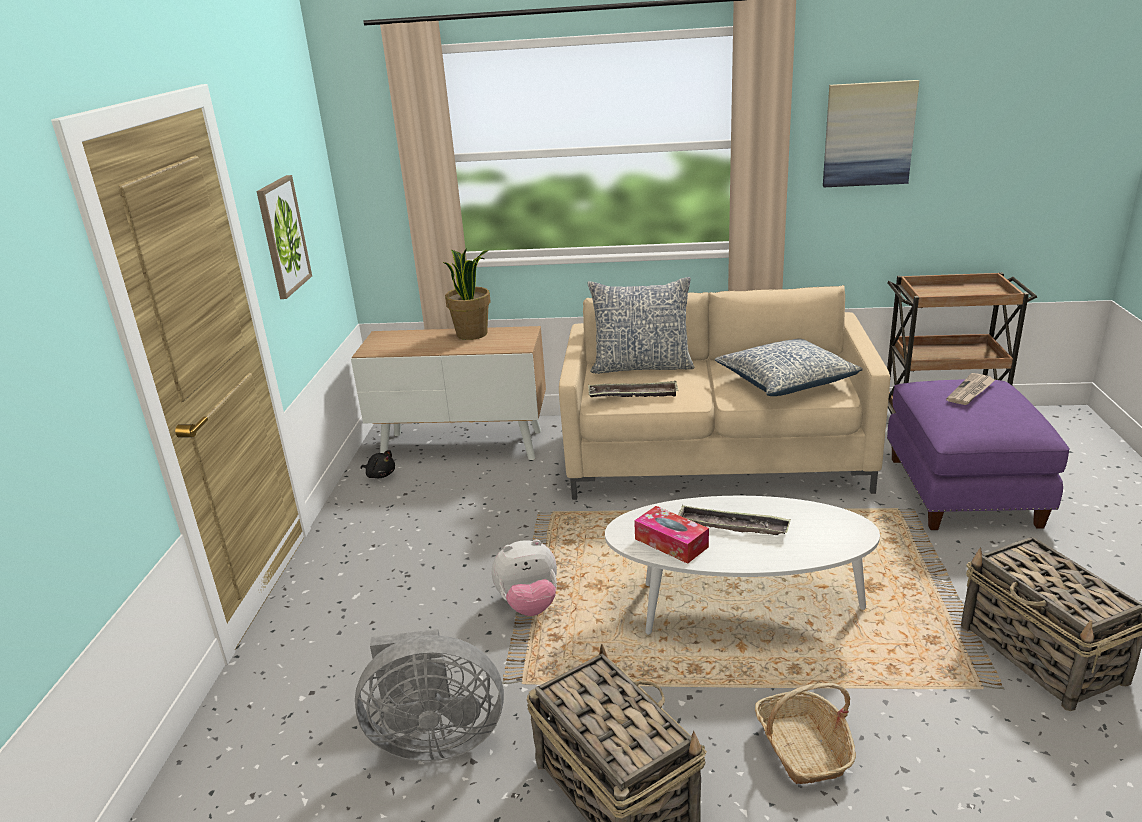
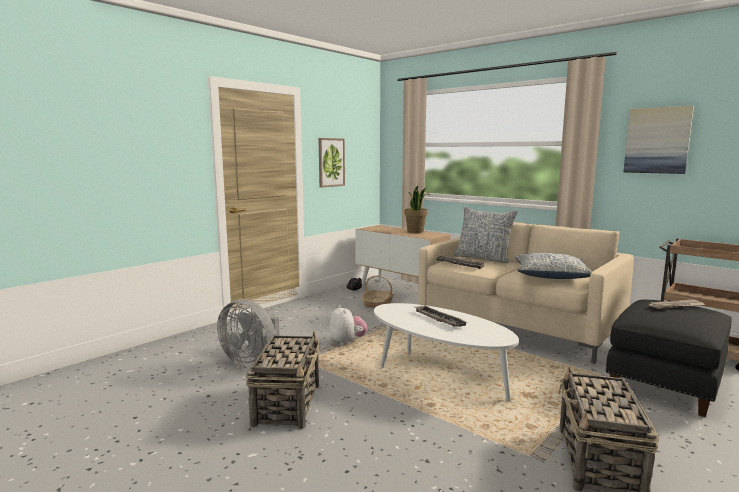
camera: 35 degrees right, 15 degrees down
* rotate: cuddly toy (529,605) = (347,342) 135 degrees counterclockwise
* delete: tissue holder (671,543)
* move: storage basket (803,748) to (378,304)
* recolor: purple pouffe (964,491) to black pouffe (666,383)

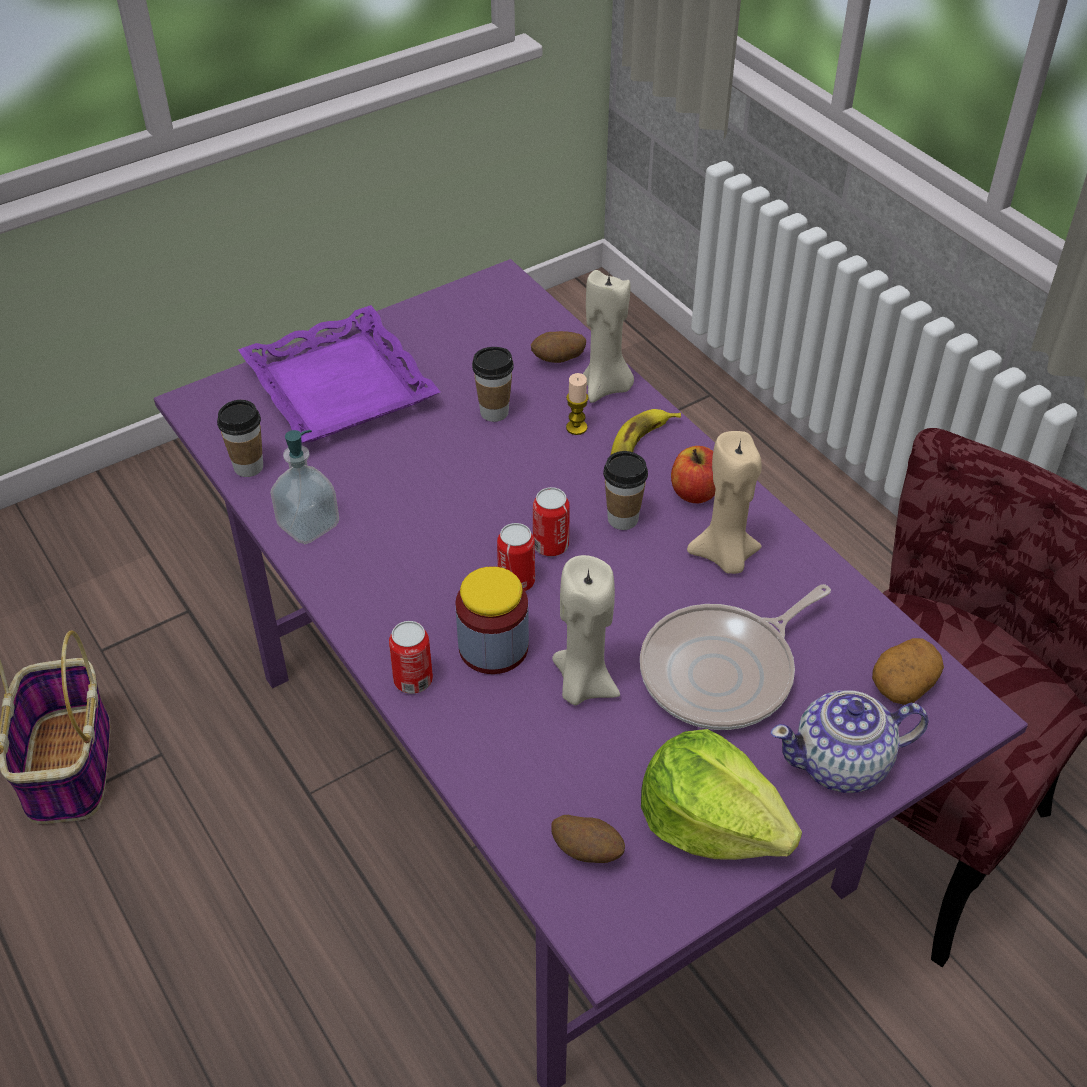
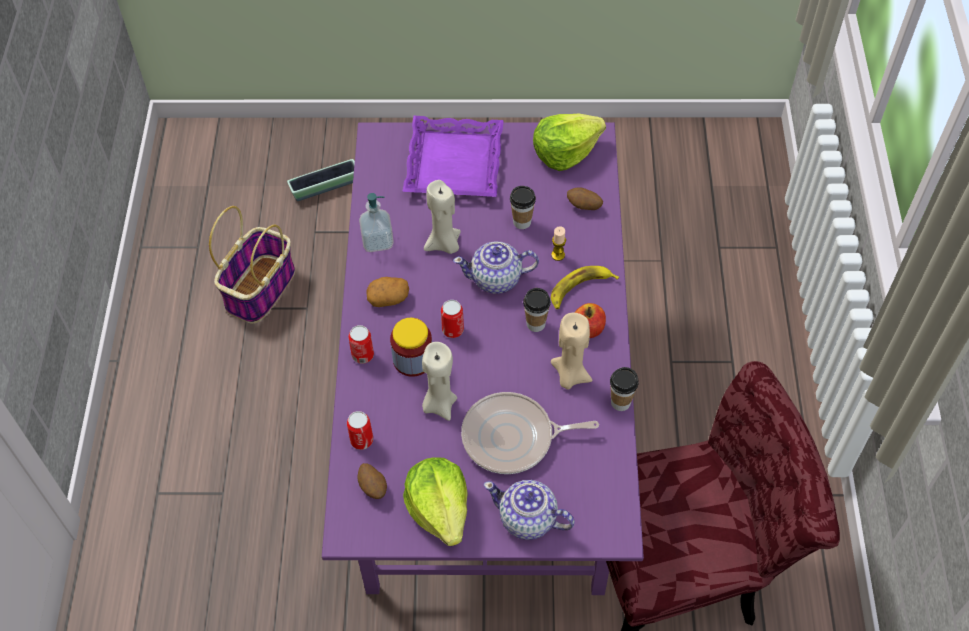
camera: 35 degrees right, 10 degrees up
* move: cup (248,467) to (620,402)
* move: sealed can (551,545) to (361,440)
* move: sand-coloured wax light (606,387) to (444,244)
* move: potato (903,683) to (388,298)
* insert: flower pot (325,187)
* insert: tea pot (497,279)
* insert: head of lettuce (565,152)

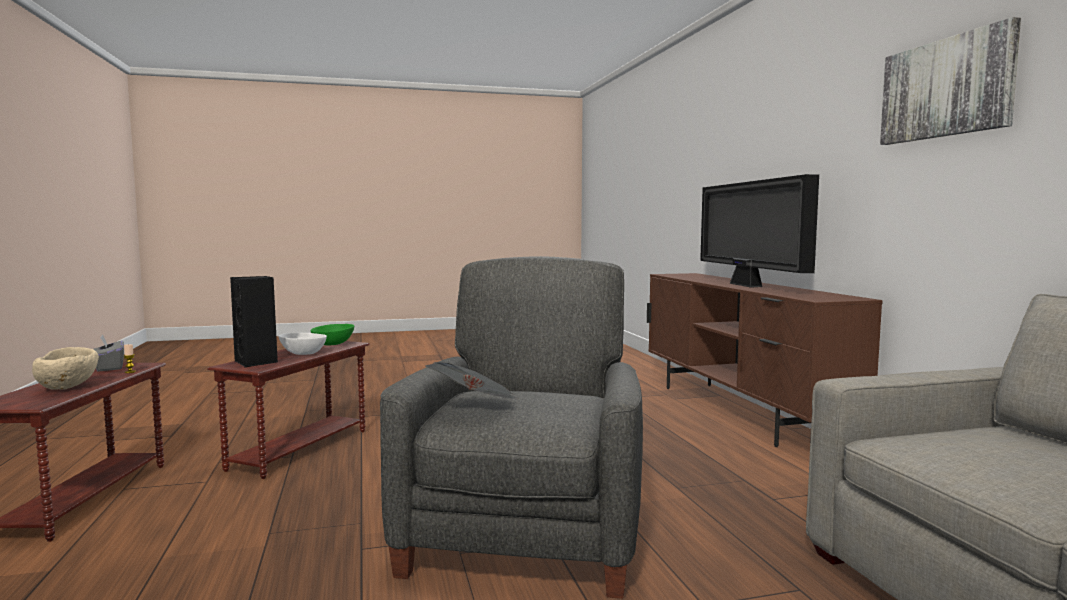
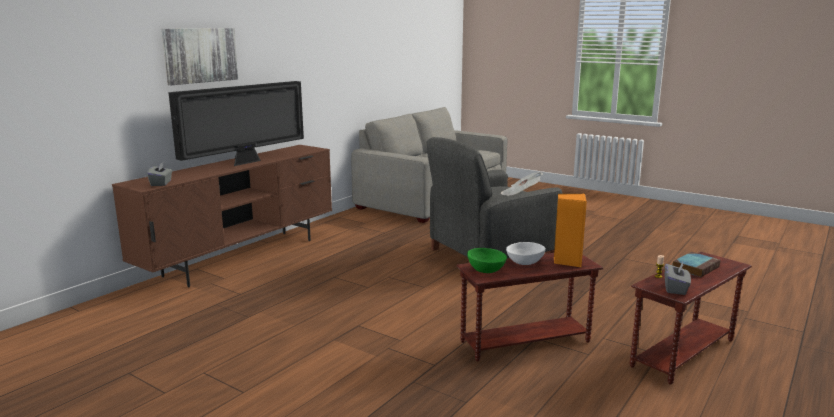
camera: 130 degrees left, 10 degrees up
* replace: sand-coloured deep dish (68,388) to book (695,267)
* recolor: black audio speaker (256,362) to orange audio speaker (567,261)
* move: wall picture (946,88) to (200,55)
* insert: grey tissue holder (161,183)

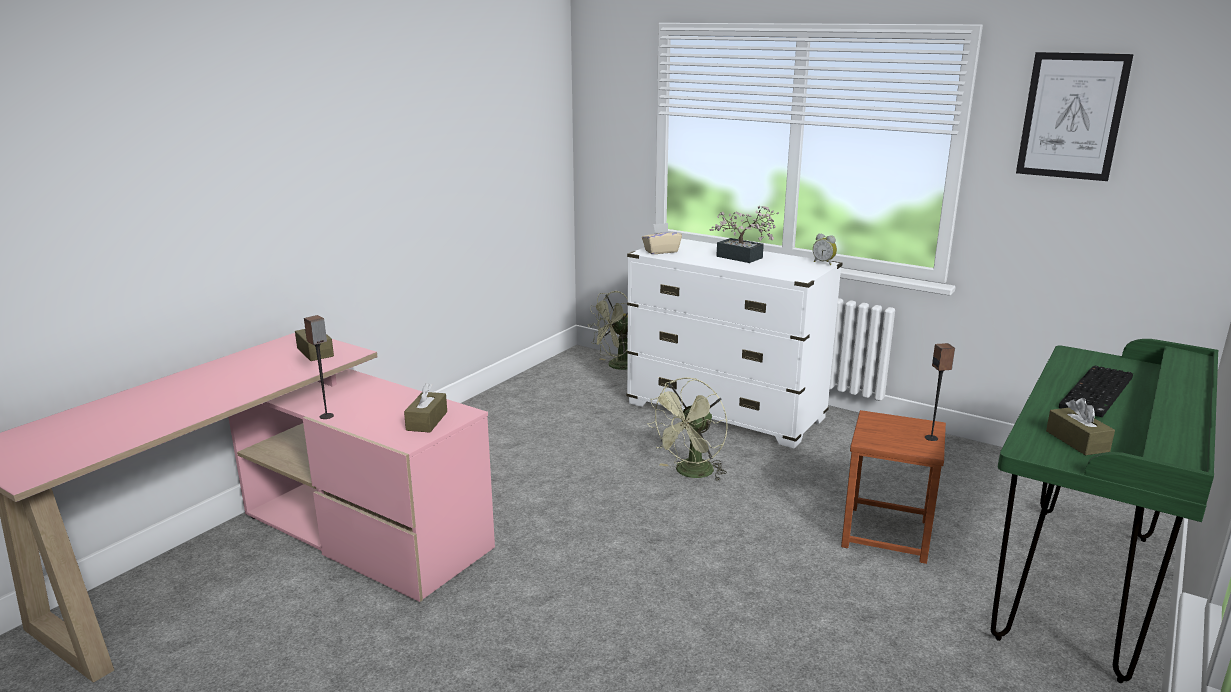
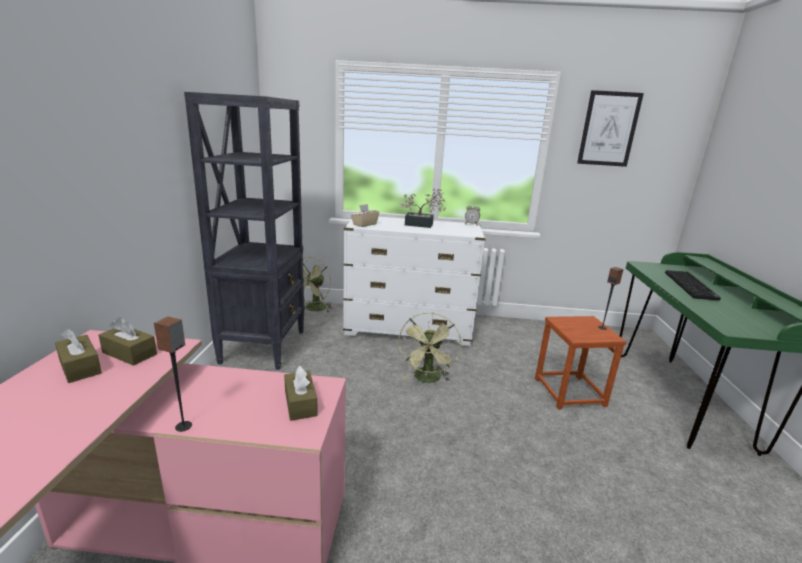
camera: 30 degrees left, 0 degrees up
* move: brownish tissue holder (1077,441) to (80,367)
* insert: black bookshelf (264,346)

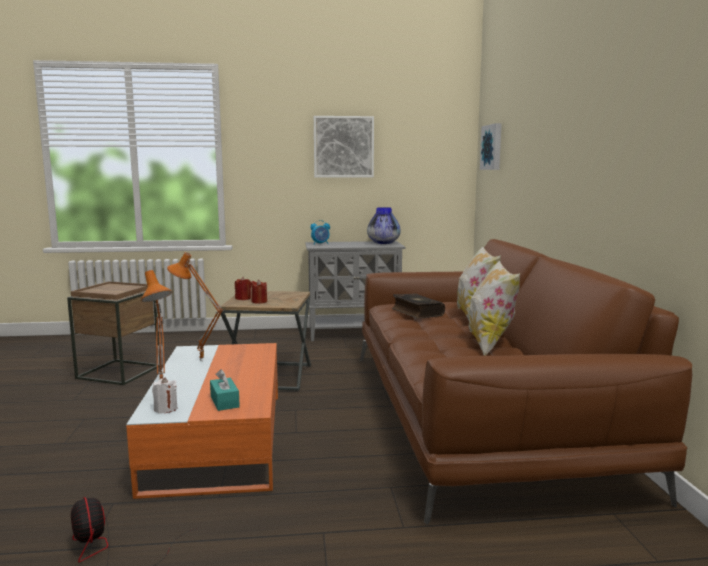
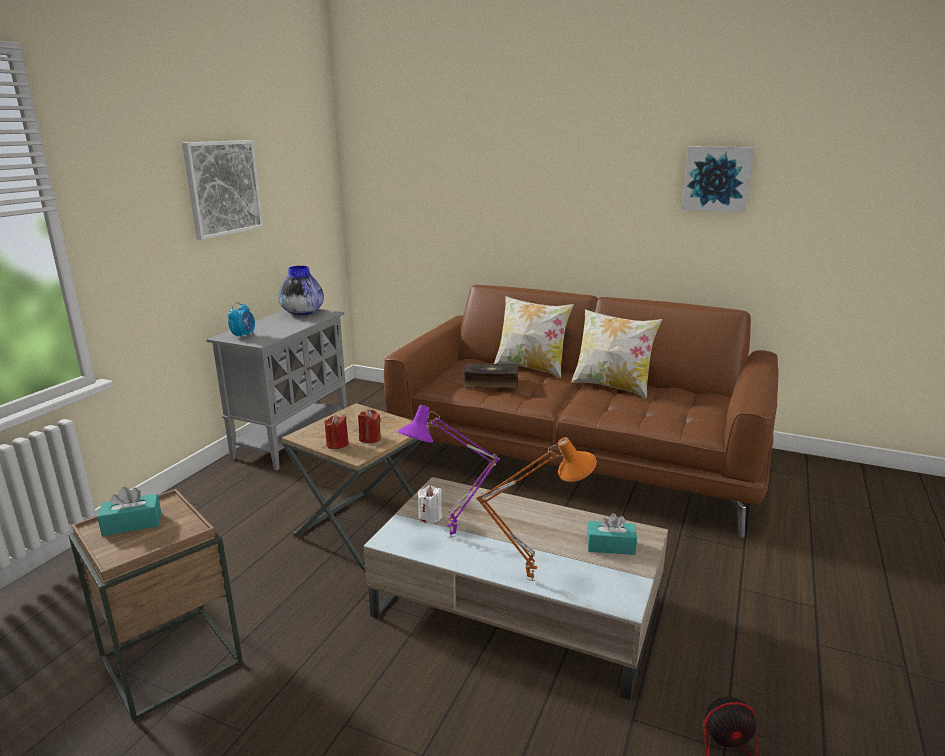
camera: 60 degrees left, 10 degrees up
* recolor: orange low table (218,438) to sand-coloured low table (516,606)
* move: whitish wax light (165,409) to (430,517)
* recolor: orange tabletop lamp (199,361) to purple tabletop lamp (453,538)
* move: wall picture (492,147) to (717,179)
* insert: blue-green tissue holder (132,524)

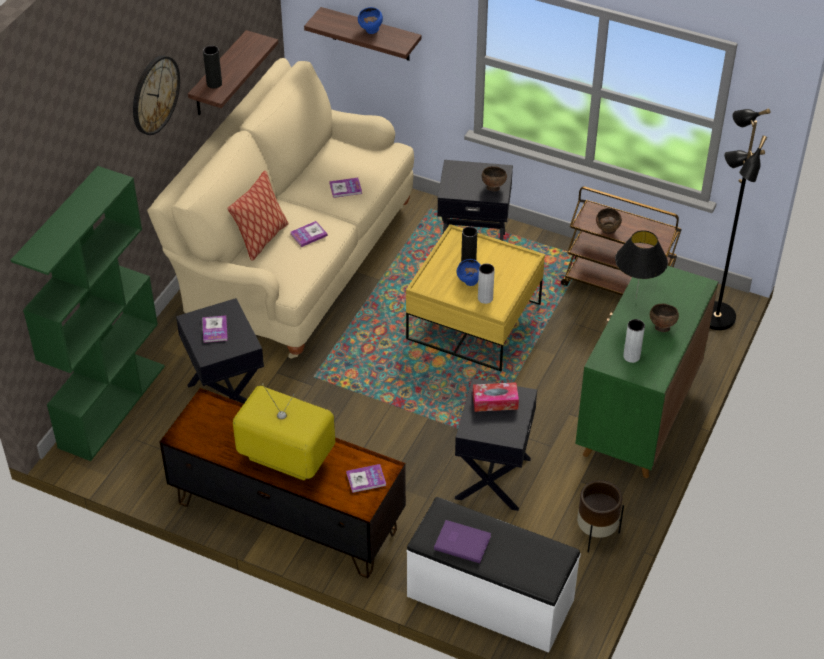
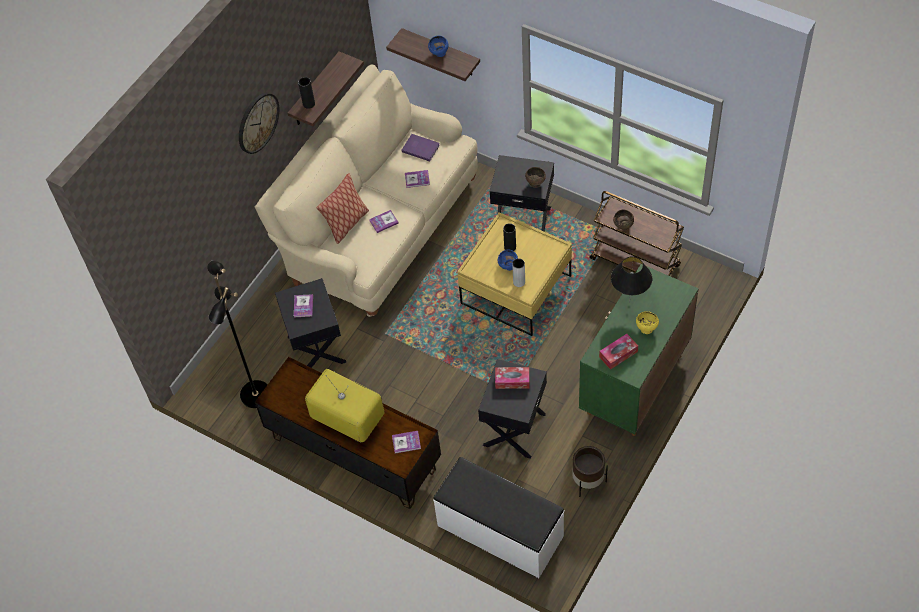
camera: 10 degrees right, 10 degrees up
* delete: green bookshelf (112,405)
* move: purple book (462,541) to (420,147)
* replace: grey vase (631,356) to tissue holder (618,354)
* recolor: brownish deep dish (661,327) to yellow-coloured deep dish (646,329)
* move: black standing lamp (715,317) to (254,394)

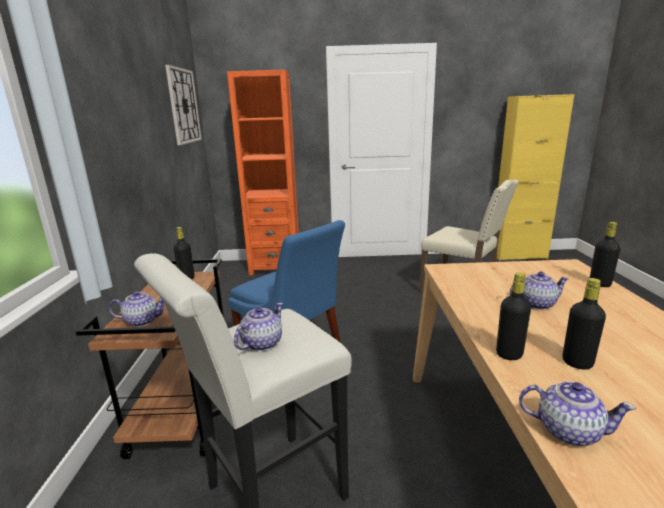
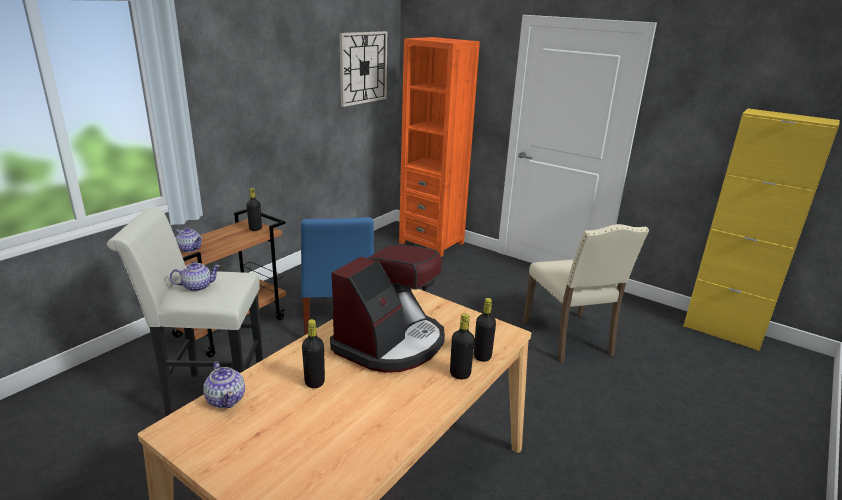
camera: 35 degrees right, 5 degrees up
* move: black beverage bottle (509,354) to (460,374)
* replace: tea pot (535,304) to coffee maker (391,343)

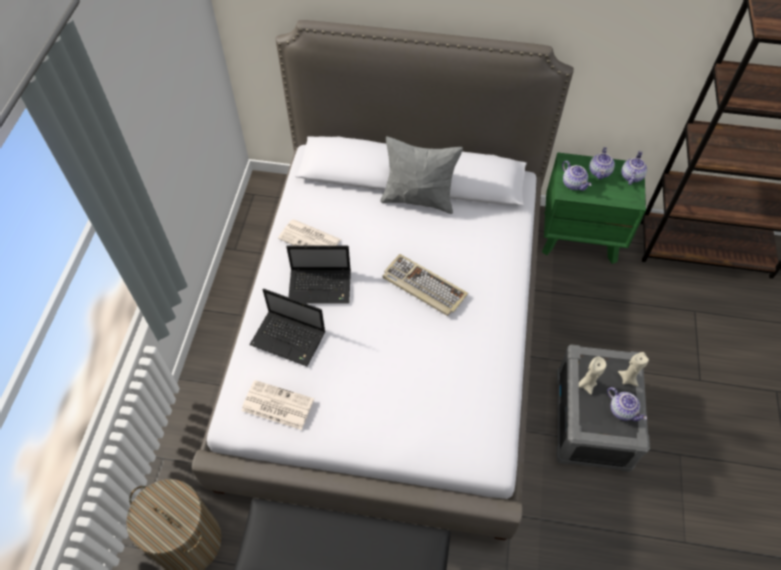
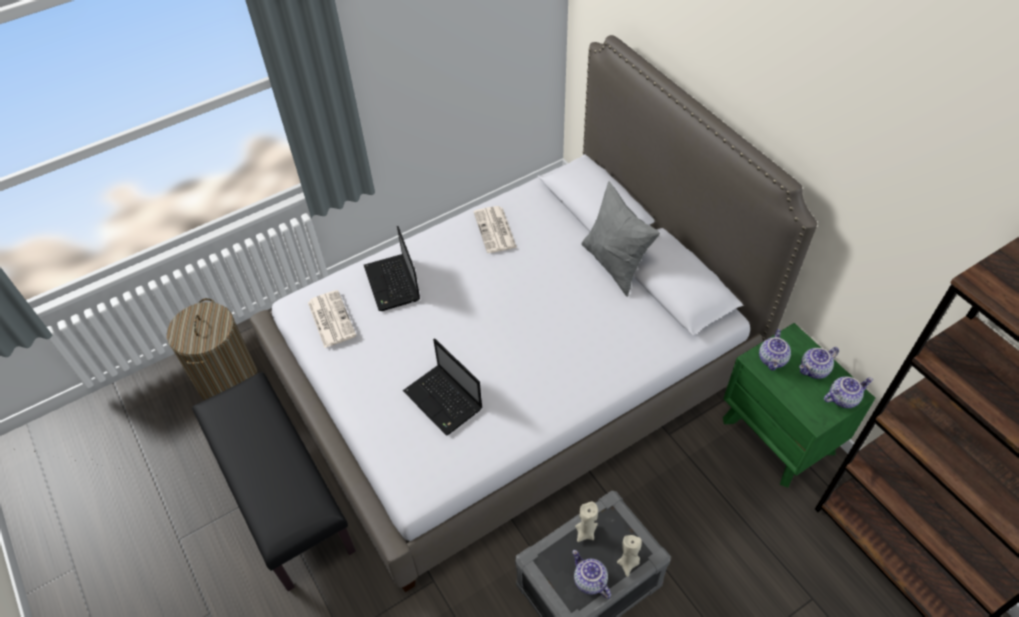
camera: 50 degrees right, 5 degrees down
* move: notebook computer (321,286) to (444,401)
* delete: computer keyboard (423,287)
* rotate: tea pot (623,410) = (589,581) 135 degrees clockwise

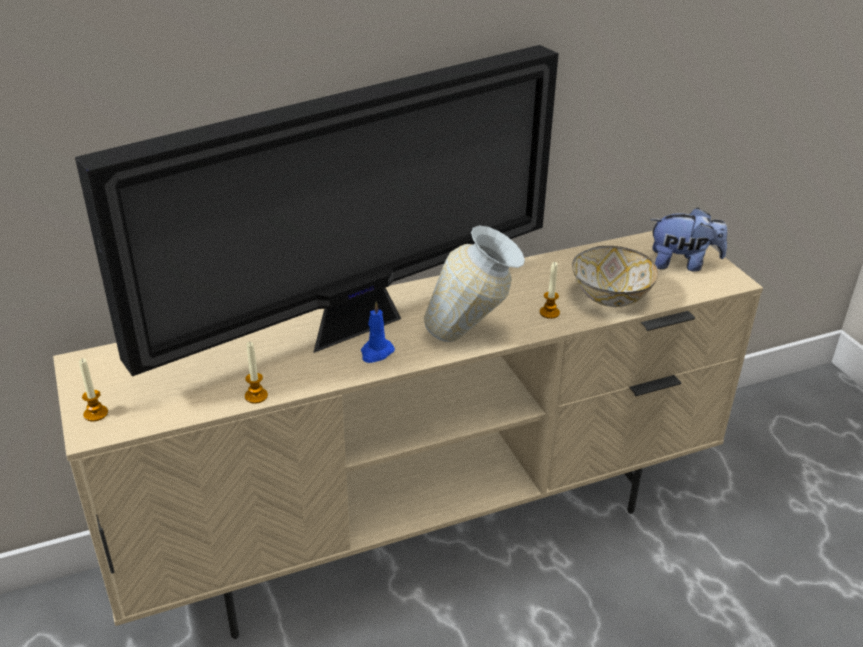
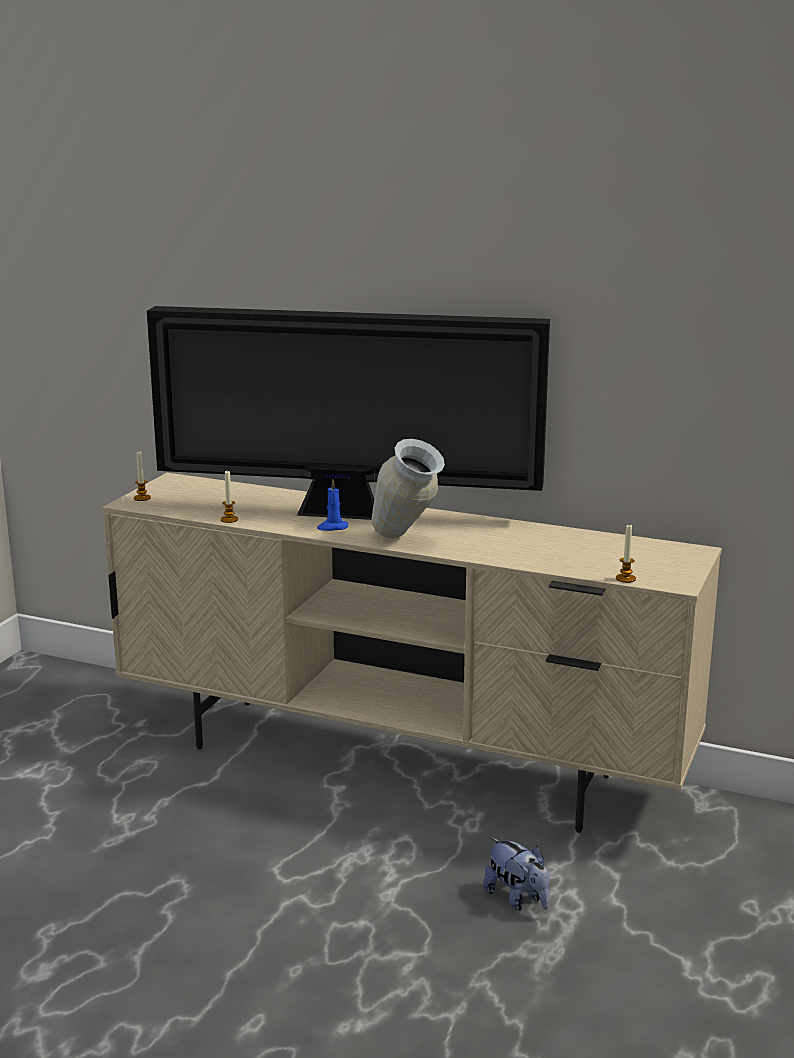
camera: 45 degrees right, 15 degrees down
* move: wax light (549,313) to (625,579)
* delete: deep dish (610,298)
* move: cuddly toy (683,264) to (517,899)

